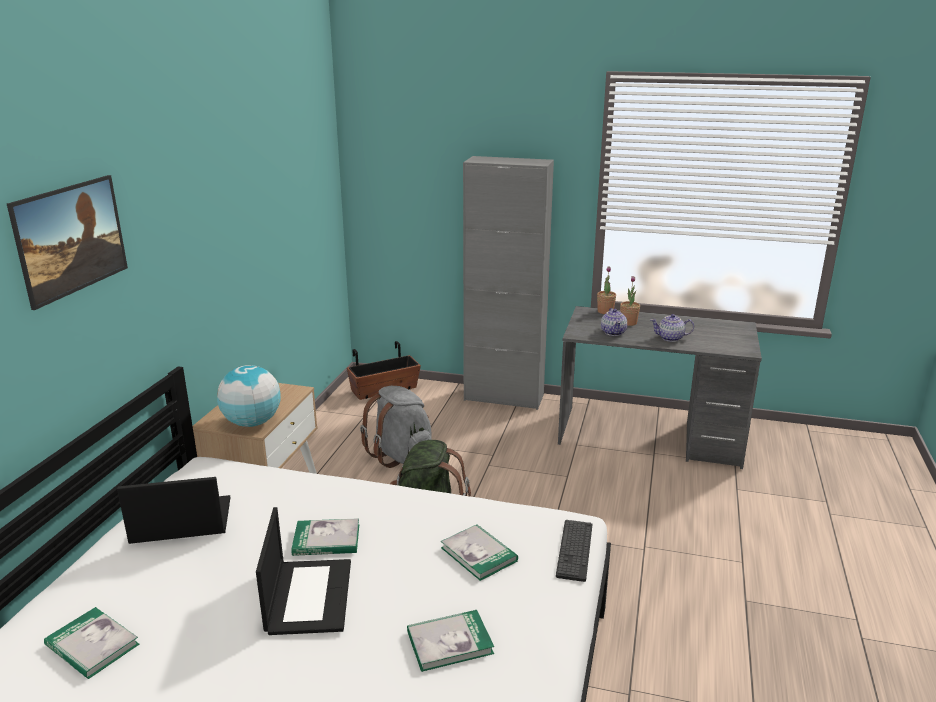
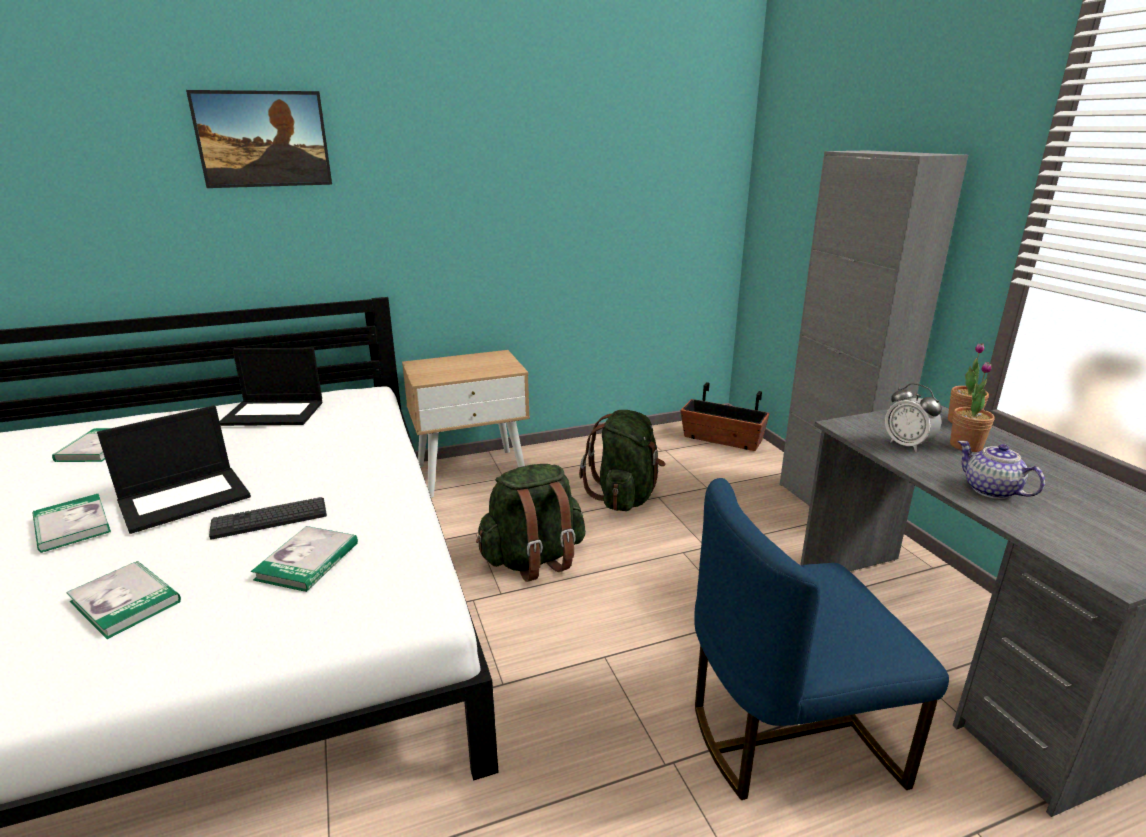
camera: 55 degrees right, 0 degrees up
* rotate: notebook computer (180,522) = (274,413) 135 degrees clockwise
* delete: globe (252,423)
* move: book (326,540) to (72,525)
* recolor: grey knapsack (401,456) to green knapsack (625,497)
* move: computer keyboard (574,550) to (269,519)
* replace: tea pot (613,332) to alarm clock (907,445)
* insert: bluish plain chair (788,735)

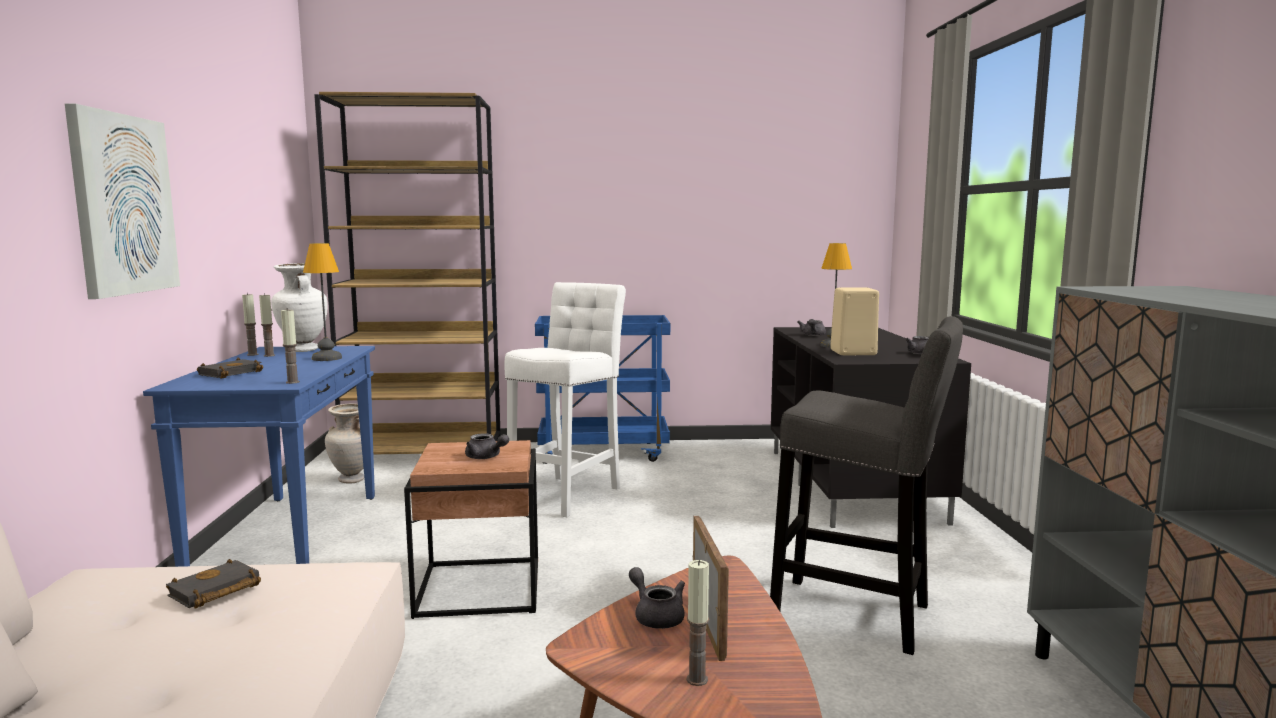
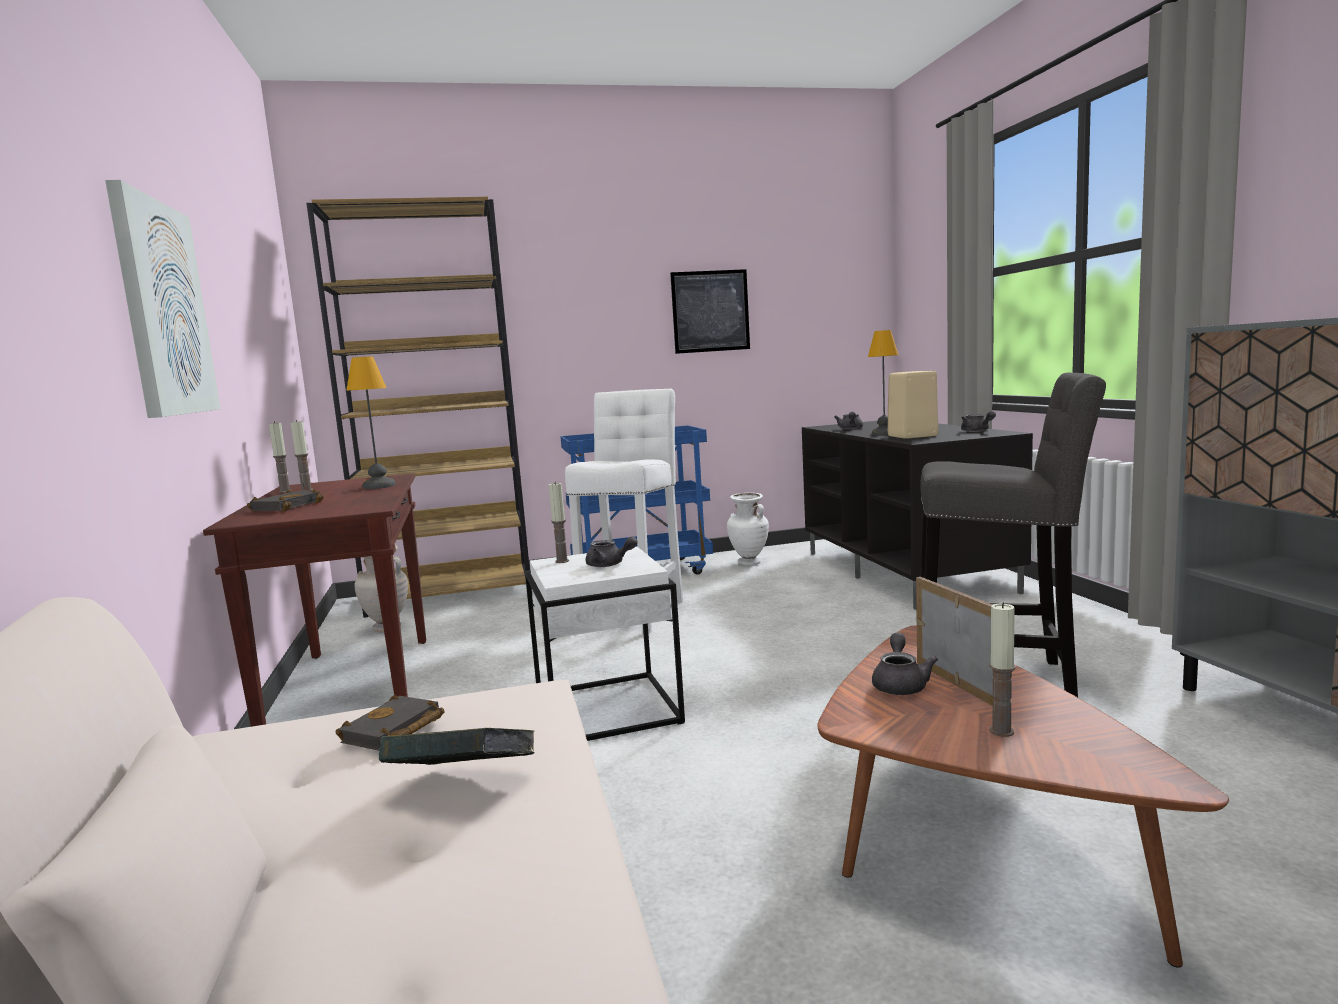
camera: 10 degrees left, 0 degrees up
* recolor: bluish console table (289,535) to brownish console table (354,689)
* move: whitish vase (302,350) to (749,563)
* move: wax light (292,382) to (562,561)
* recolor: brownish end table (481,587) to whitish end table (608,708)
* rotate: grey tea pot (656,616) = (900,684) 60 degrees clockwise
* insert: book (463,784)
* insert: wall picture (710,311)

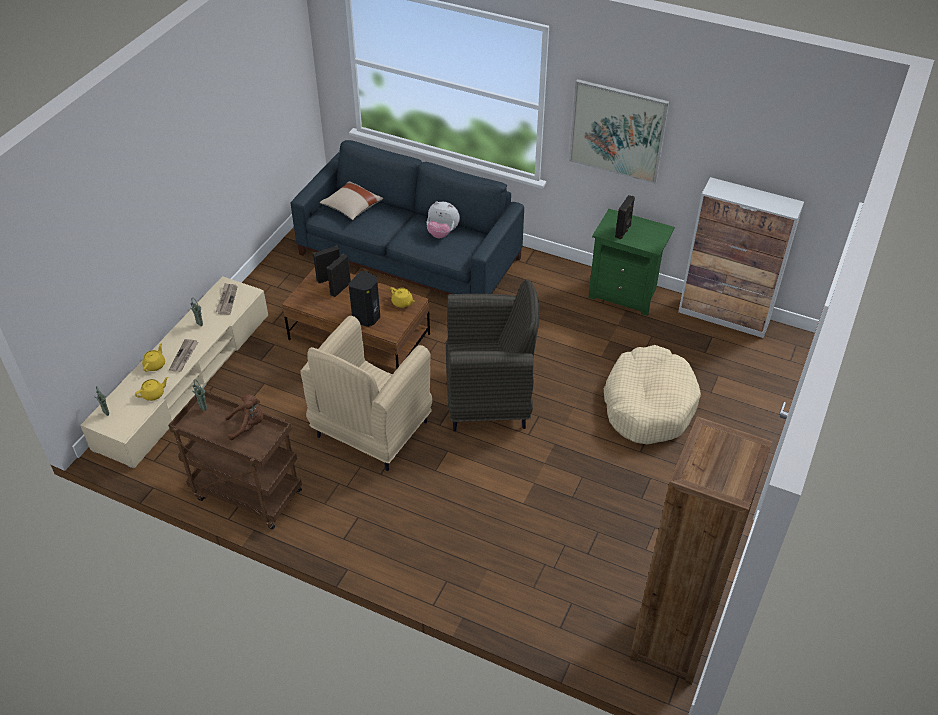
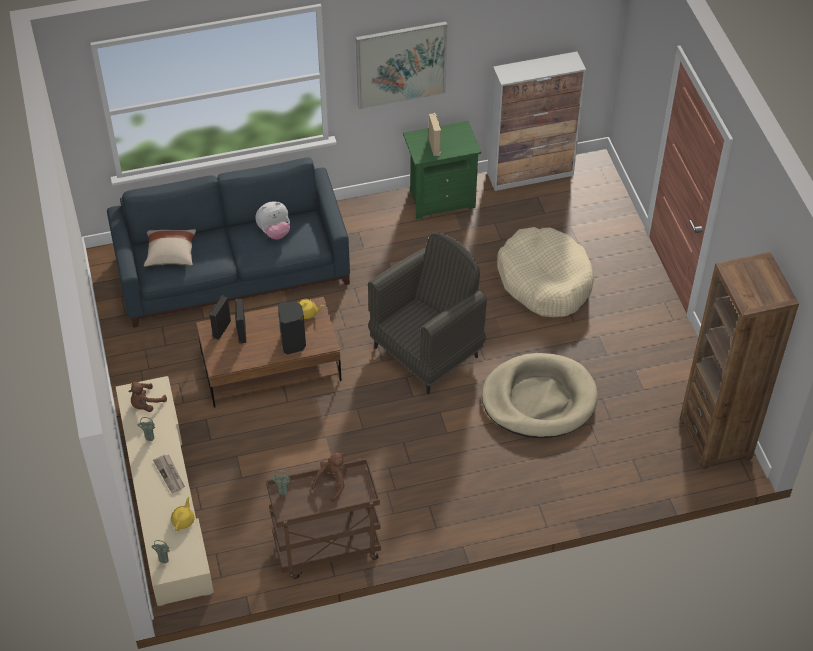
camera: 40 degrees left, 5 degrees up
* delete: yellow-coloured tea pot (155,365)
* replace: printed paper (227,300) to brownish cuddly toy (146,404)
* delete: sand-coloured armchair (371,431)
* recolor: black audio speaker (623,231) to sand-coloured audio speaker (435,147)
* insert: sand-coloured dog bed (539,399)

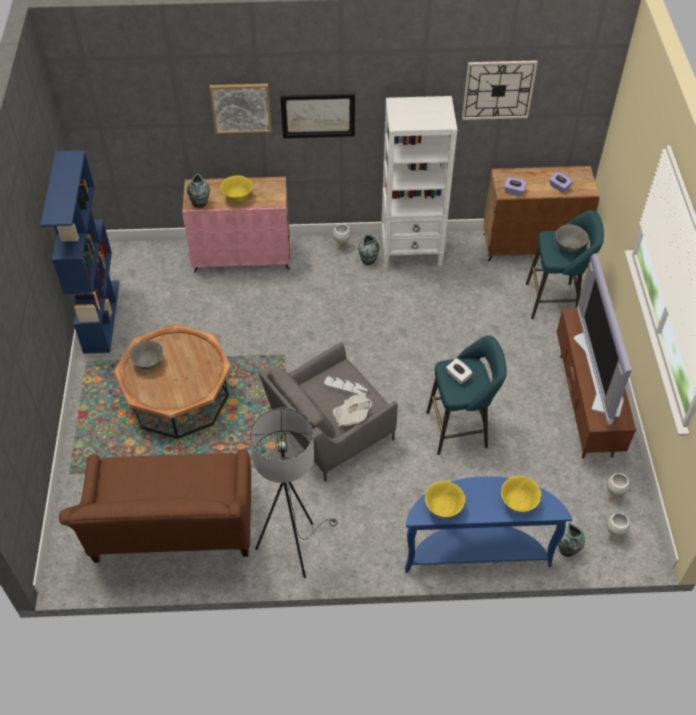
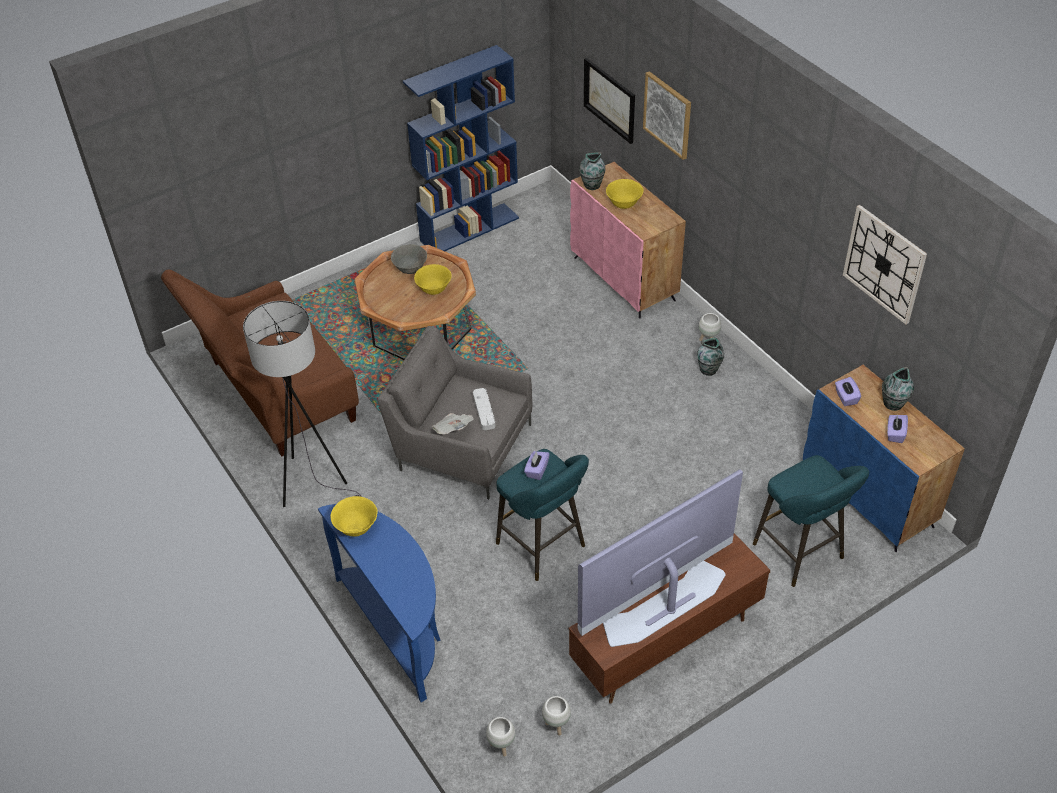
camera: 60 degrees right, 5 degrees down
* move: wall picture (318,115) to (609,100)
* delete: whitish bookshelf (412,252)
* recolor: whitish tissue holder (458,376) to purple tissue holder (536,470)
* recolor: brownish cupboard (532,245) to bluish cupboard (869,497)
* move: yellow-coloured deep dish (518,502) to (434,289)
* delete: grey deep dish (569,247)
* move: vase (567,550) to (893,404)

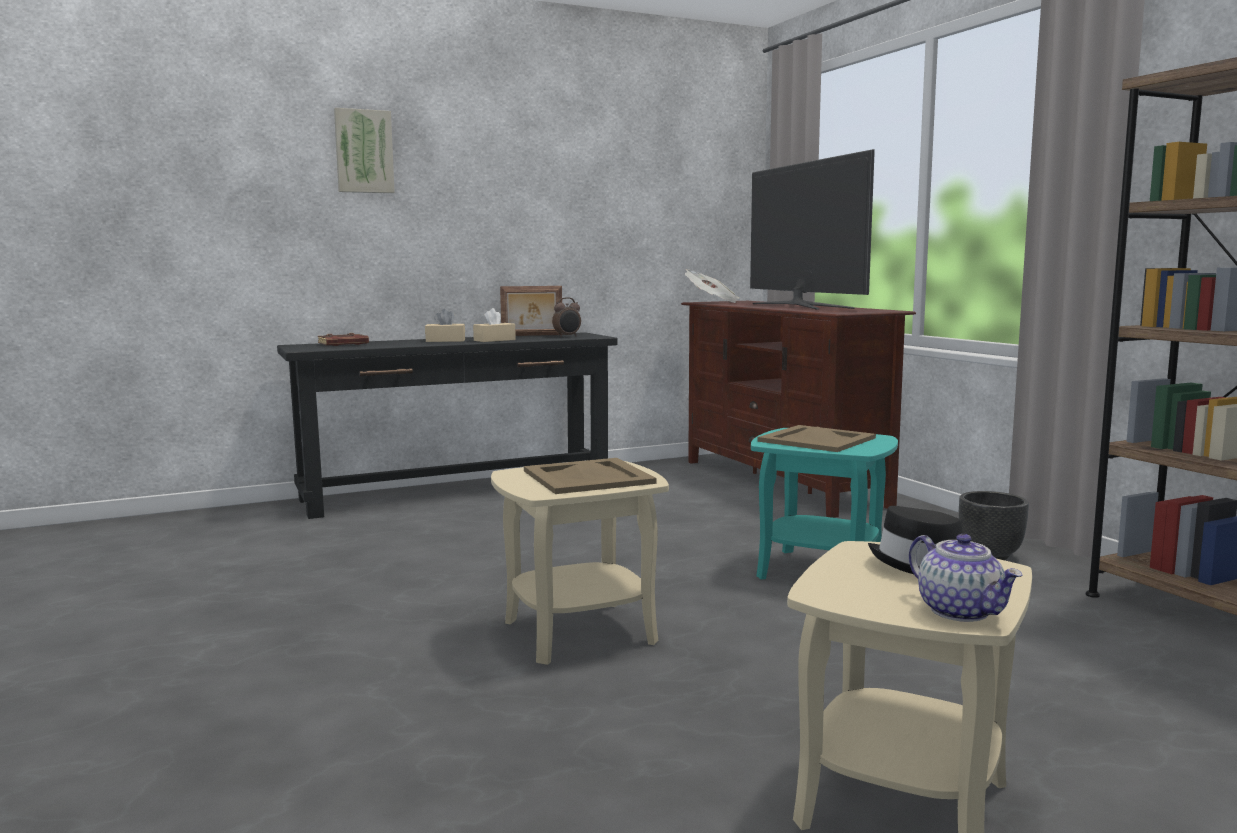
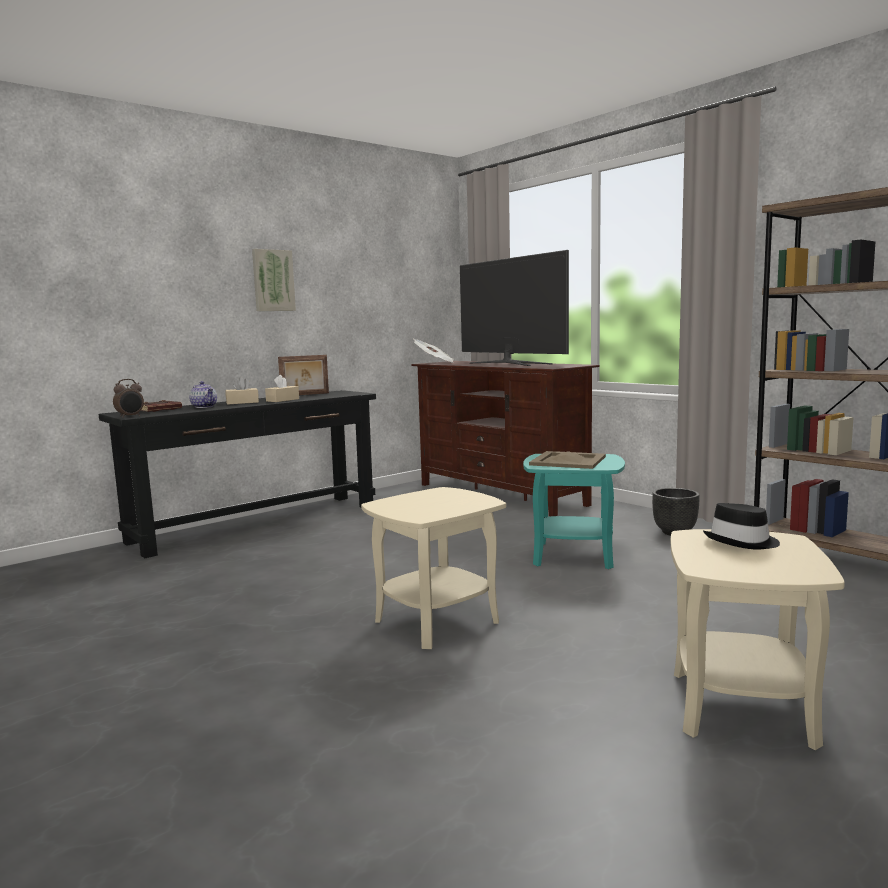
camera: 15 degrees left, 0 degrees up
* move: wall picture (364,151) to (273,280)
* delete: sand-coloured carrying tray (589,477)
* move: alarm clock (567,336) to (130,416)
* move: tea pot (961,611) to (204,406)

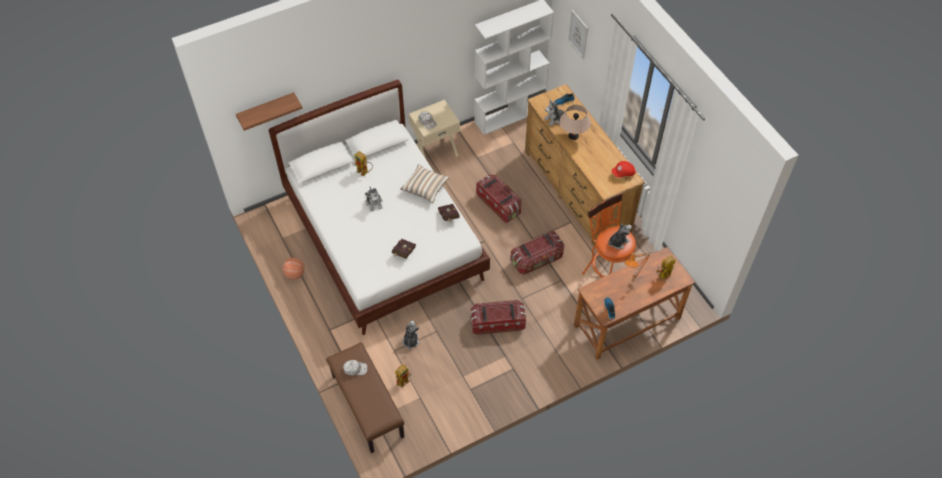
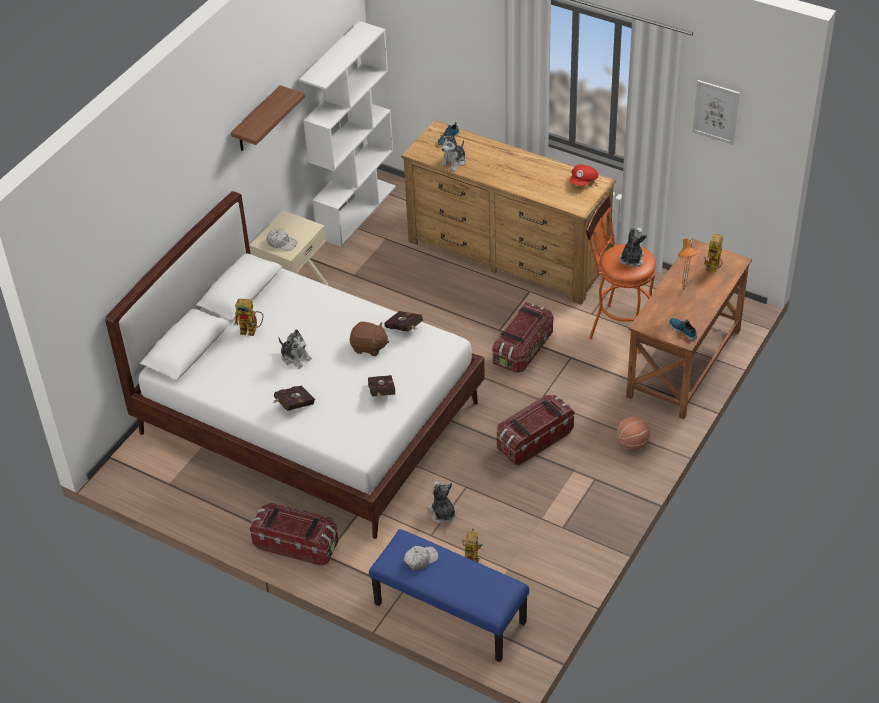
camera: 30 degrees left, 10 degrees down
* move: wall shelf (266,110) to (257,121)
* move: ball for basketball (295,274) to (632,444)
* recolor: brownish indoor bench (366,406) to bluish indoor bench (449,614)
* delete: cushion (425,188)
* move: storage box (499,204) to (296,544)
* delete: sand-coloured tabletop lamp (573,136)
* move: wall picture (578,34) to (716,112)
* insert: red book (293,405)
* insert: brownish cuddly toy (369,347)

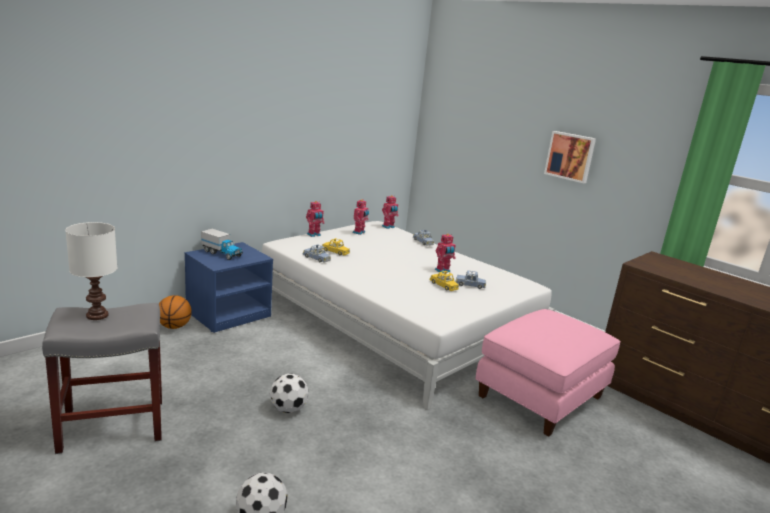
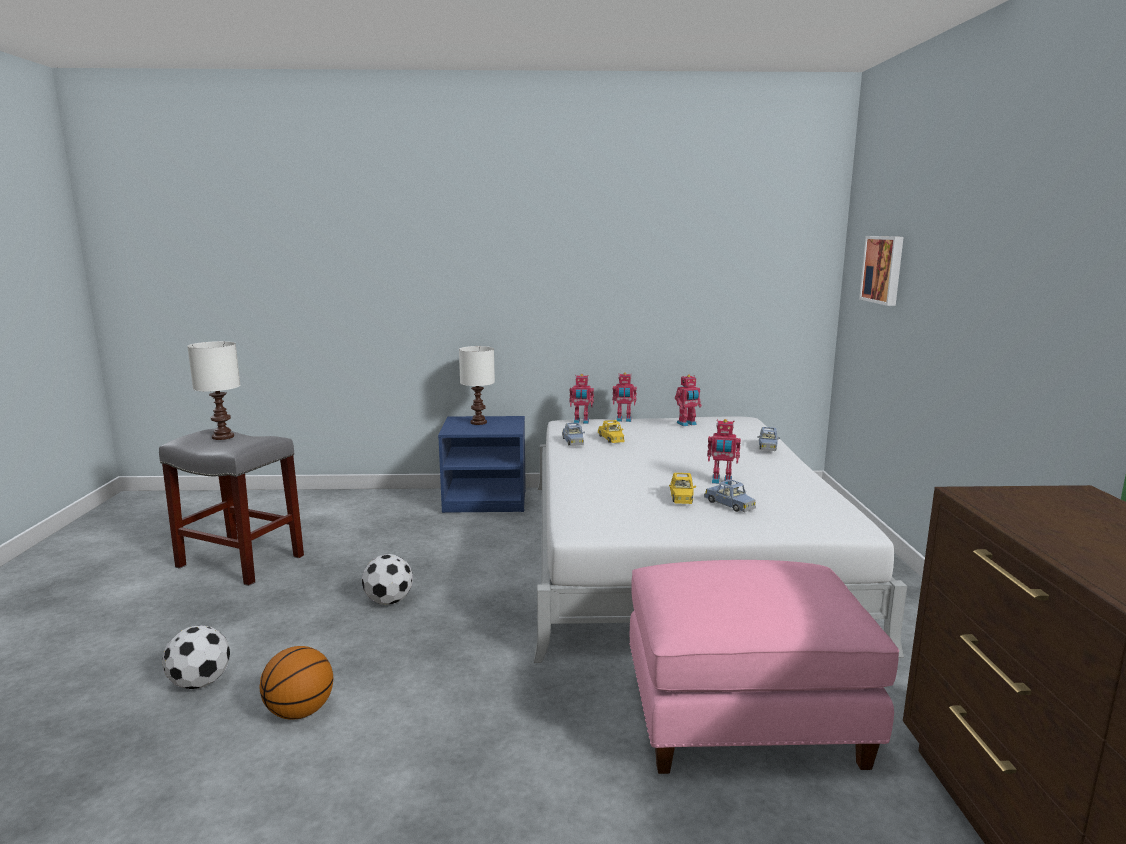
camera: 45 degrees right, 5 degrees down
* move: ball for basketball (174,326) to (300,712)
* replace: model truck (222,254) to whitish tabletop lamp (479,422)
* move: toy robot (388,227) to (581,422)
* move: wall picture (570,156) to (884,269)

